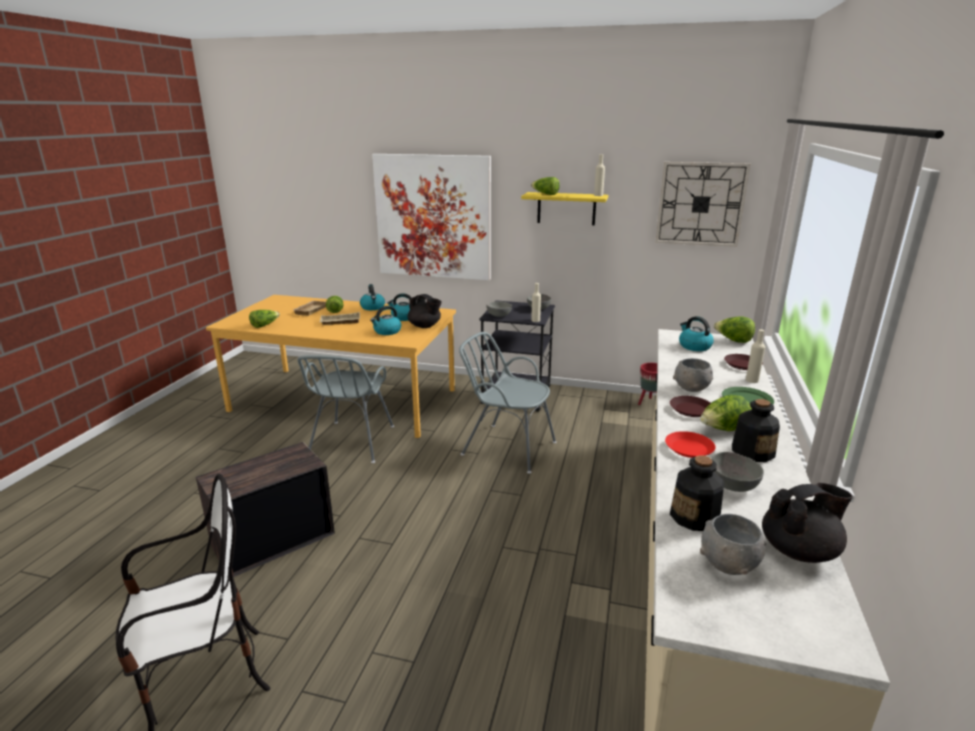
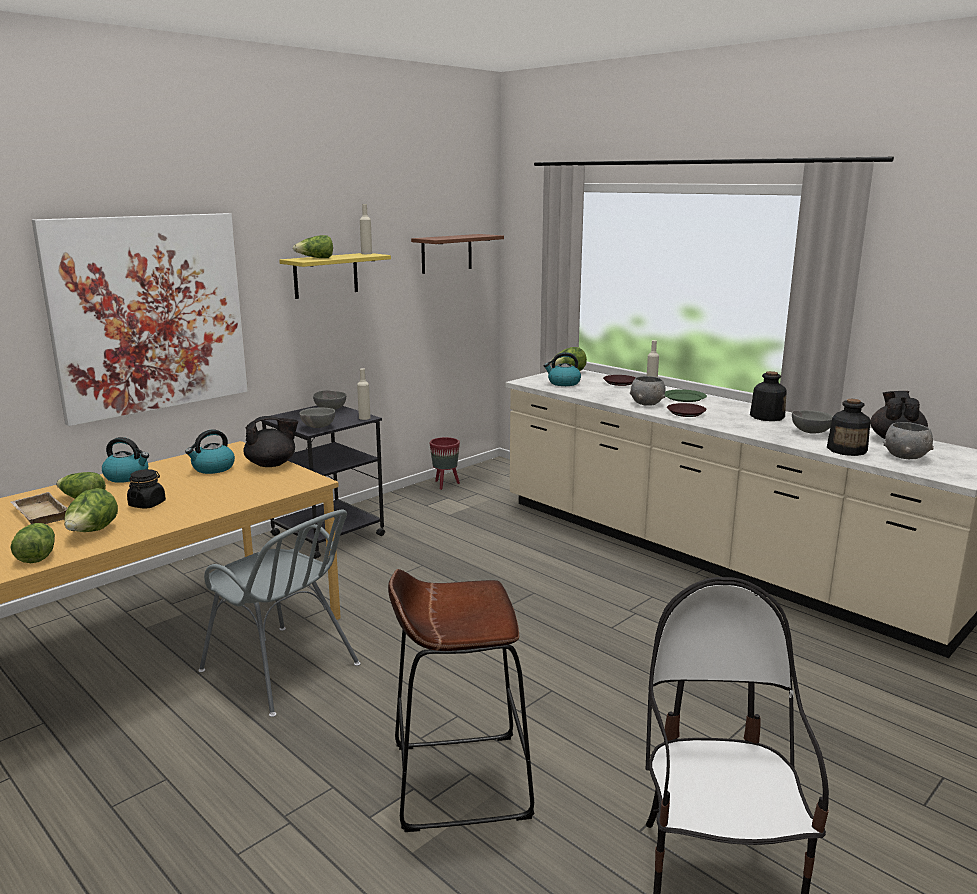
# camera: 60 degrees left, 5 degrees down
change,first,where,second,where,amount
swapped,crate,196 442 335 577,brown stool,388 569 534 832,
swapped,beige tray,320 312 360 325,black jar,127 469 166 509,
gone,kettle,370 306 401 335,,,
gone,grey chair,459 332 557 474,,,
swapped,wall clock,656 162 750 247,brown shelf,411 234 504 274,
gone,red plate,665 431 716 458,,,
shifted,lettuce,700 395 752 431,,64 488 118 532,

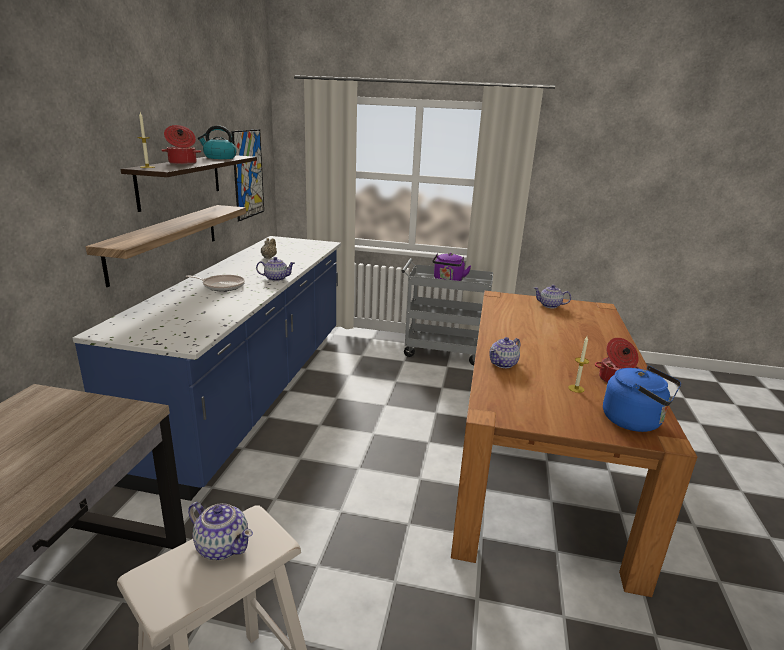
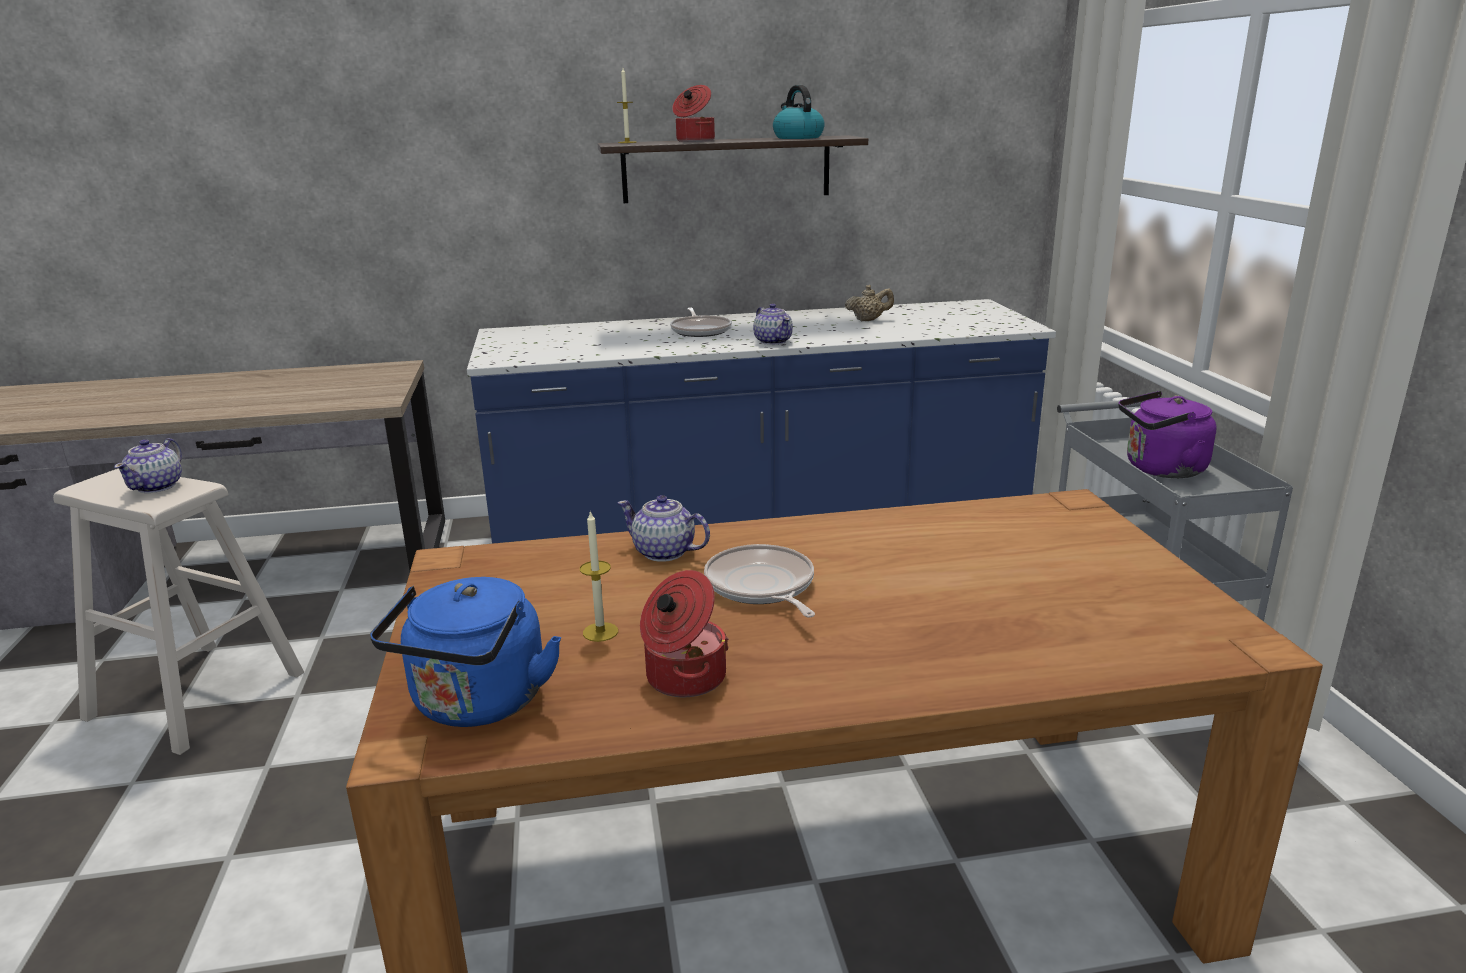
# camera: 70 degrees right, 0 degrees up
change,first,where,second,where,amount
gone,shelf,86 205 246 287,,,
gone,picture,231 129 264 221,,,
gone,teapot,534 285 571 308,,,
new,,,frying pan,704 544 815 618,

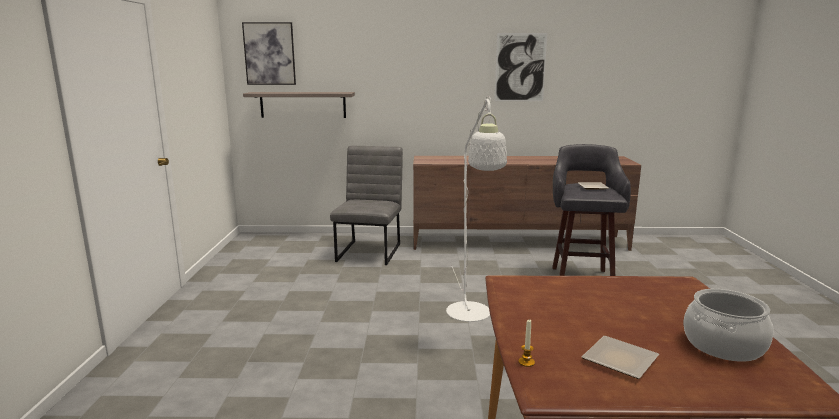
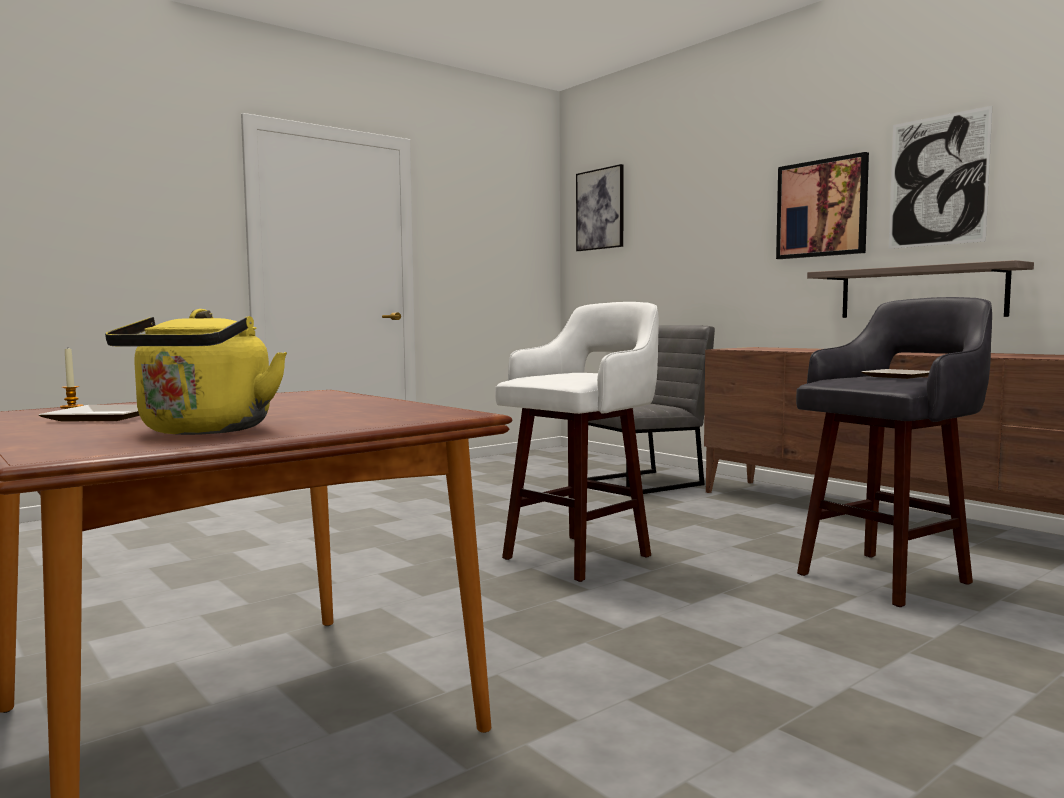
# camera: 50 degrees right, 10 degrees down
change,first,where,second,where,amount
shifted,shelf,243 92 355 118,,807 260 1034 318,
swapped,white floor lamp,446 96 507 322,white stool,495 302 659 582,
swapped,cooking pot,683 289 773 362,yellow kettle,105 309 287 435,
new,,,picture,776 152 869 259,

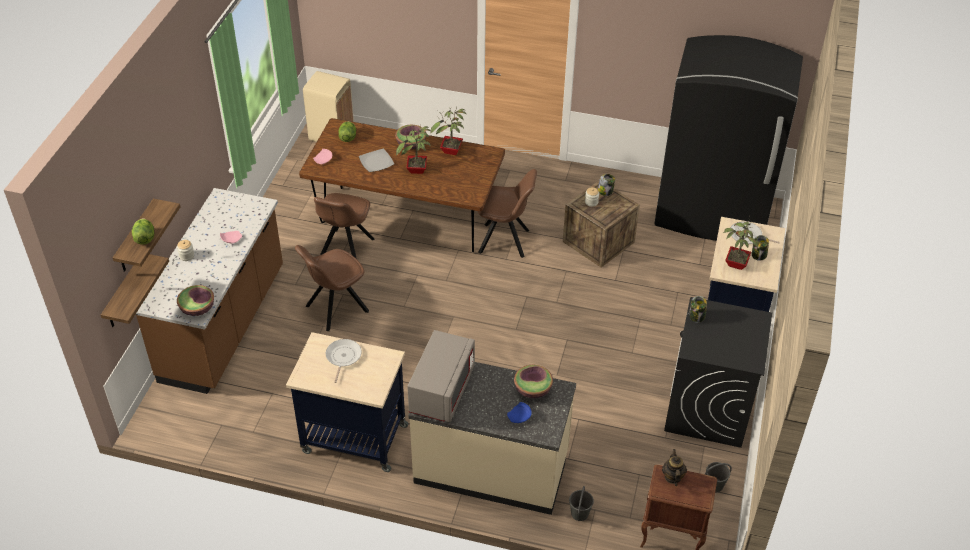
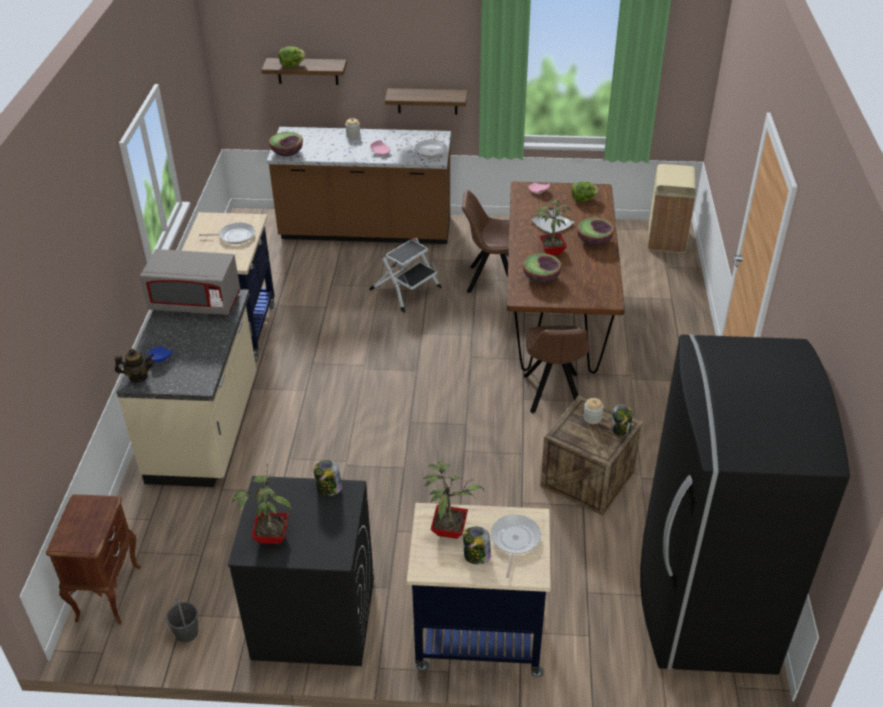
# camera: 80 degrees right, 5 degrees down
change,first,where,second,where,amount
shifted,shelf,101 254 169 327,,385 88 467 115,
swapped,brown chair,295 245 369 331,step ladder,369 237 442 313,
shifted,potted plant,430 107 467 155,,232 463 292 544,
shifted,bowl,514 365 553 398,,523 253 562 283,
gone,grey bucket,569 486 594 521,,,
shifted,teapot,662 449 687 486,,115 349 154 383,
new,,,frying pan,415 132 447 157,

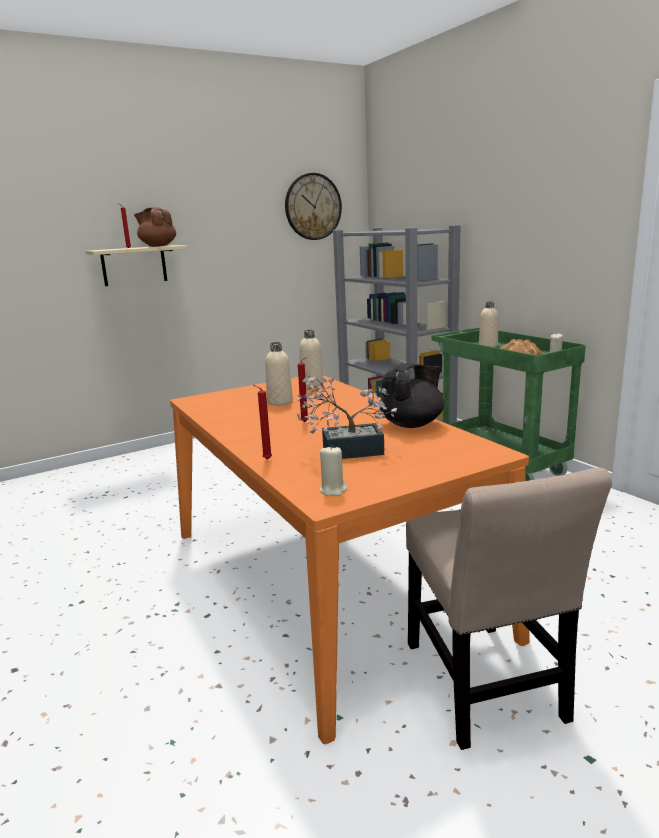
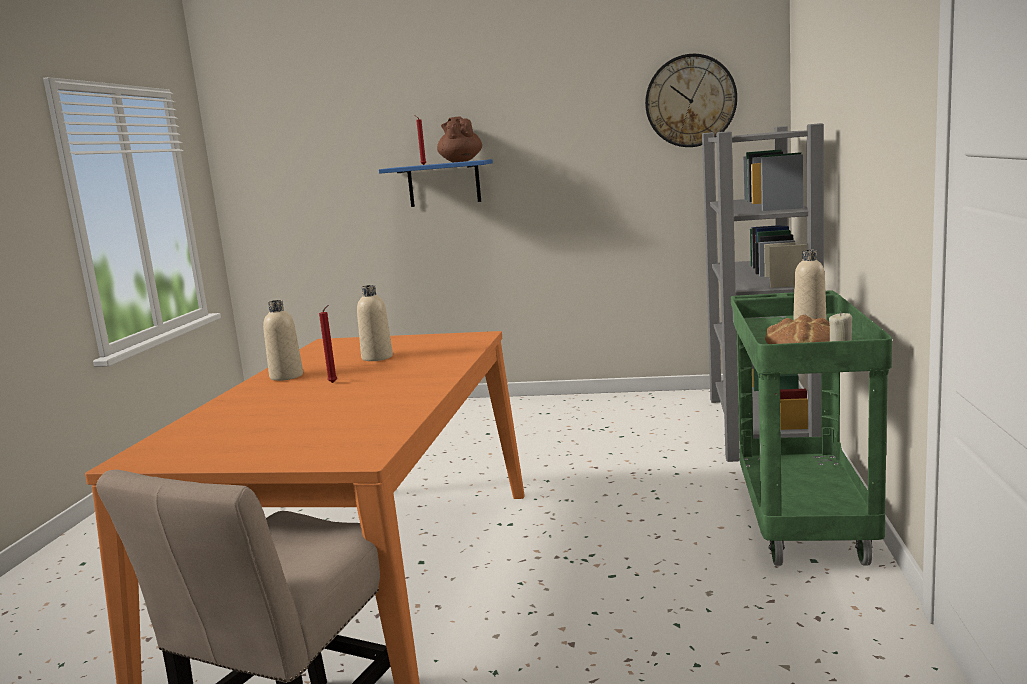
# camera: 40 degrees right, 5 degrees down
change,first,where,second,where,amount
repainted,beige shelf,85 245 188 286,blue shelf,379 159 493 207,
gone,red candle,253 385 272 460,,,
gone,potted plant,296 374 397 459,,,
shifted,beige bottle,299 330 324 387,,263 300 303 381,
gone,beige candle,319 445 347 496,,,
gone,black teapot,379 363 444 428,,,

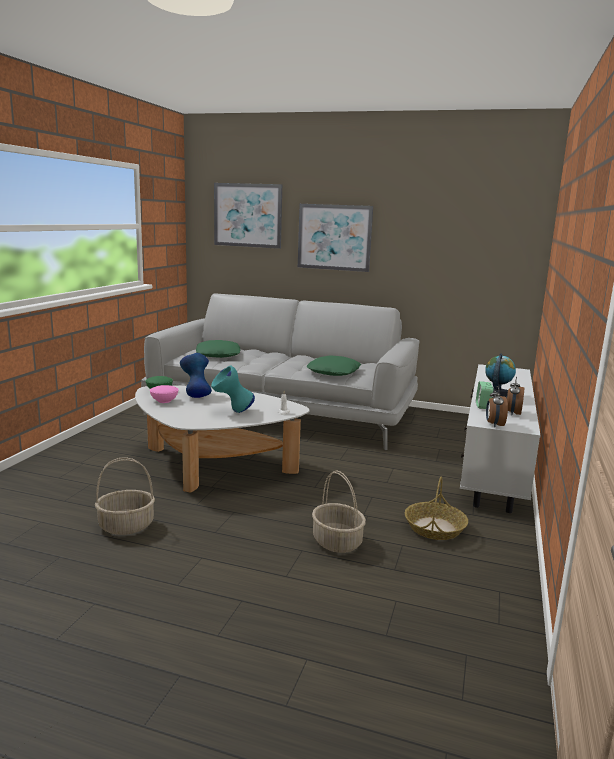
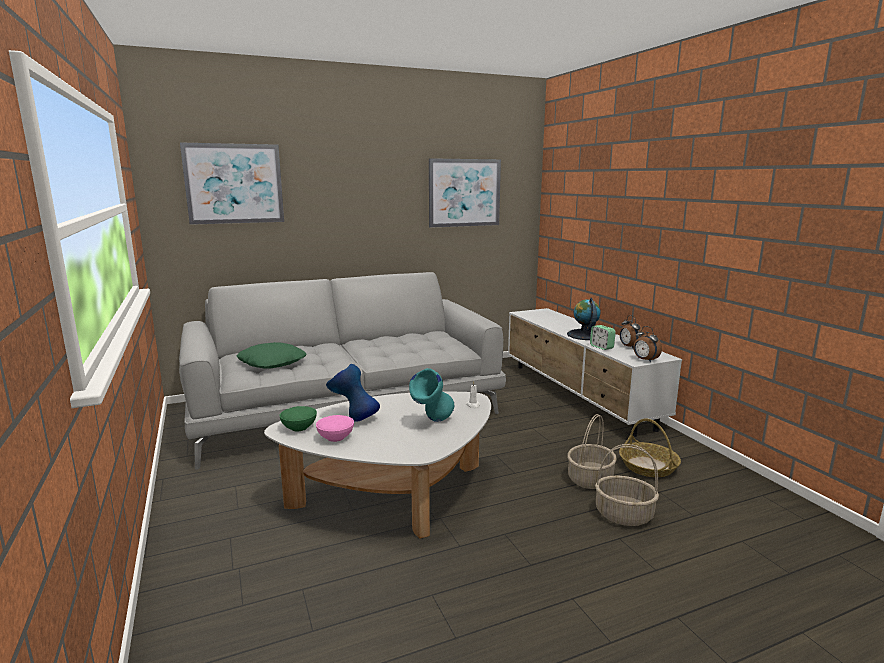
# camera: 40 degrees left, 0 degrees up
change,first,where,second,where,amount
shifted,basket,95 457 155 535,,567 414 617 489,
shifted,picture,298 204 373 272,,429 158 501 228,
gone,green pillow,307 356 361 376,,,

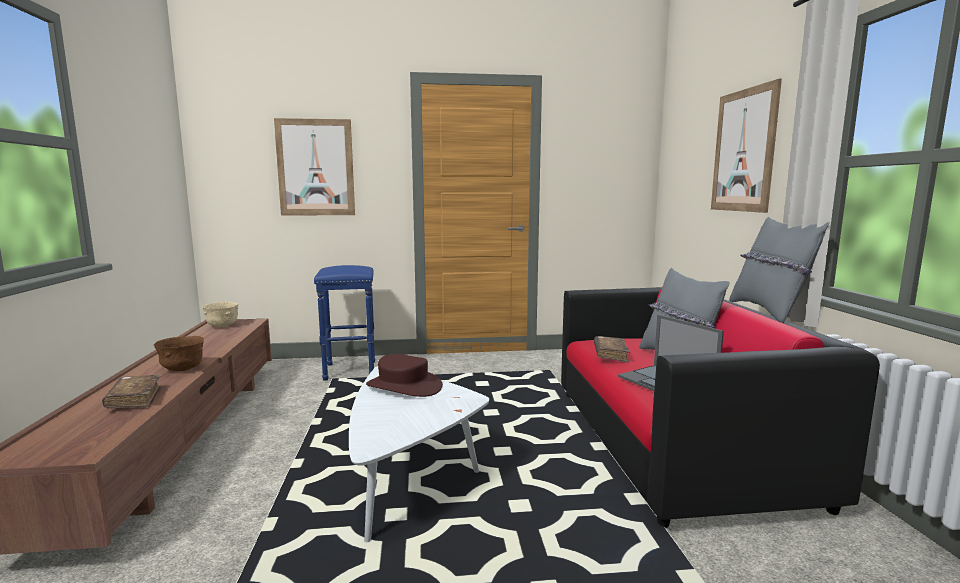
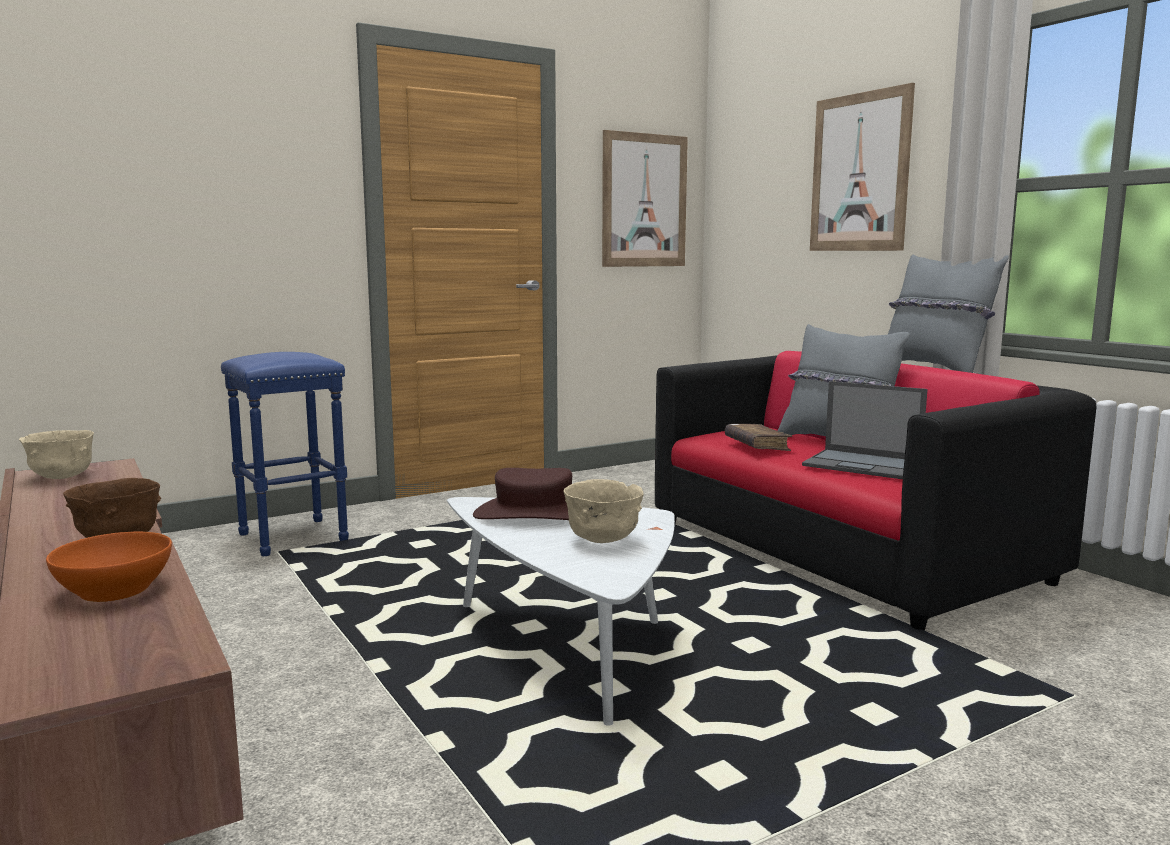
# camera: 25 degrees left, 0 degrees up
change,first,where,second,where,amount
swapped,brown book,102 375 161 408,orange bowl,46 532 172 602,
shifted,picture,274 118 355 216,,602 130 688 267,
new,,,beige bowl,564 479 644 543,

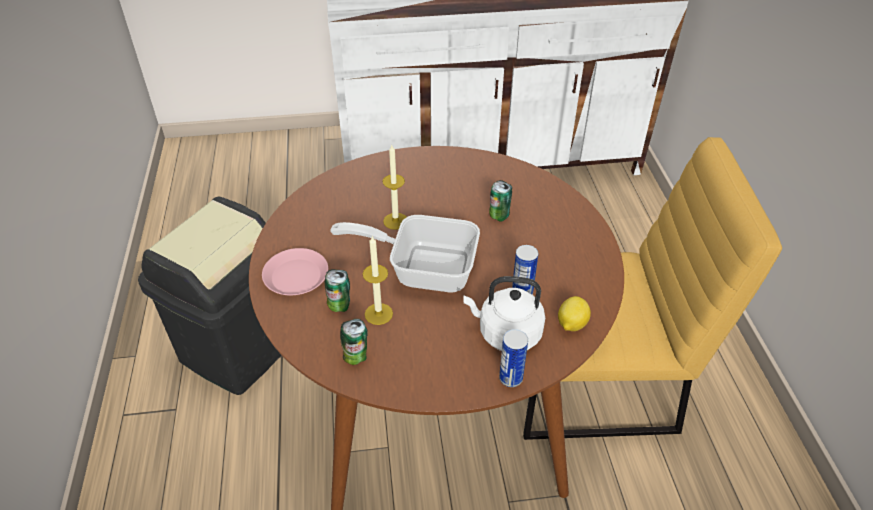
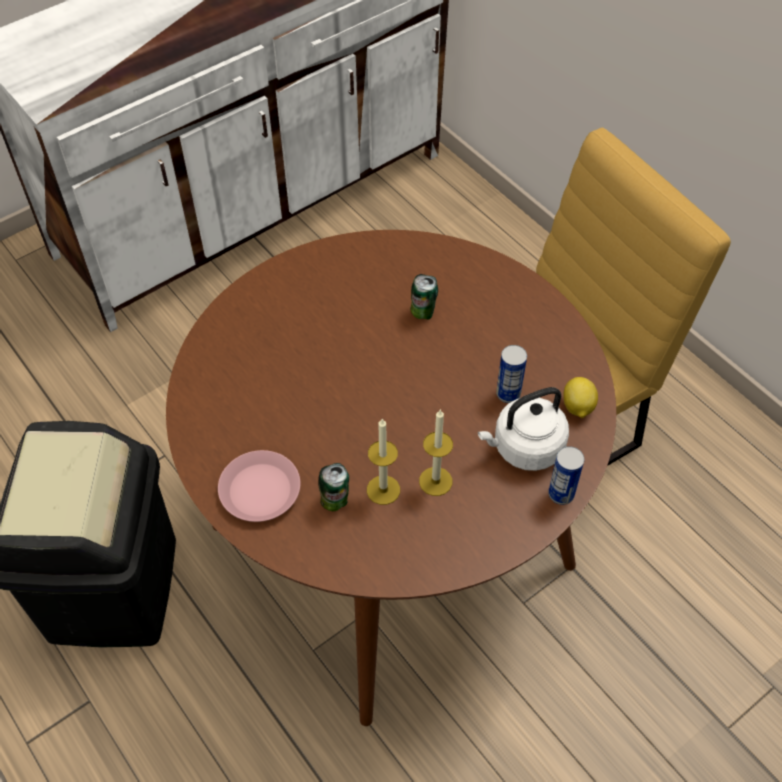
# camera: 30 degrees left, 10 degrees up
change,first,where,second,where,amount
gone,frying pan,330 215 480 292,,,
gone,can,340 319 368 365,,,
shifted,candle,382 145 406 230,,419 409 453 496,

